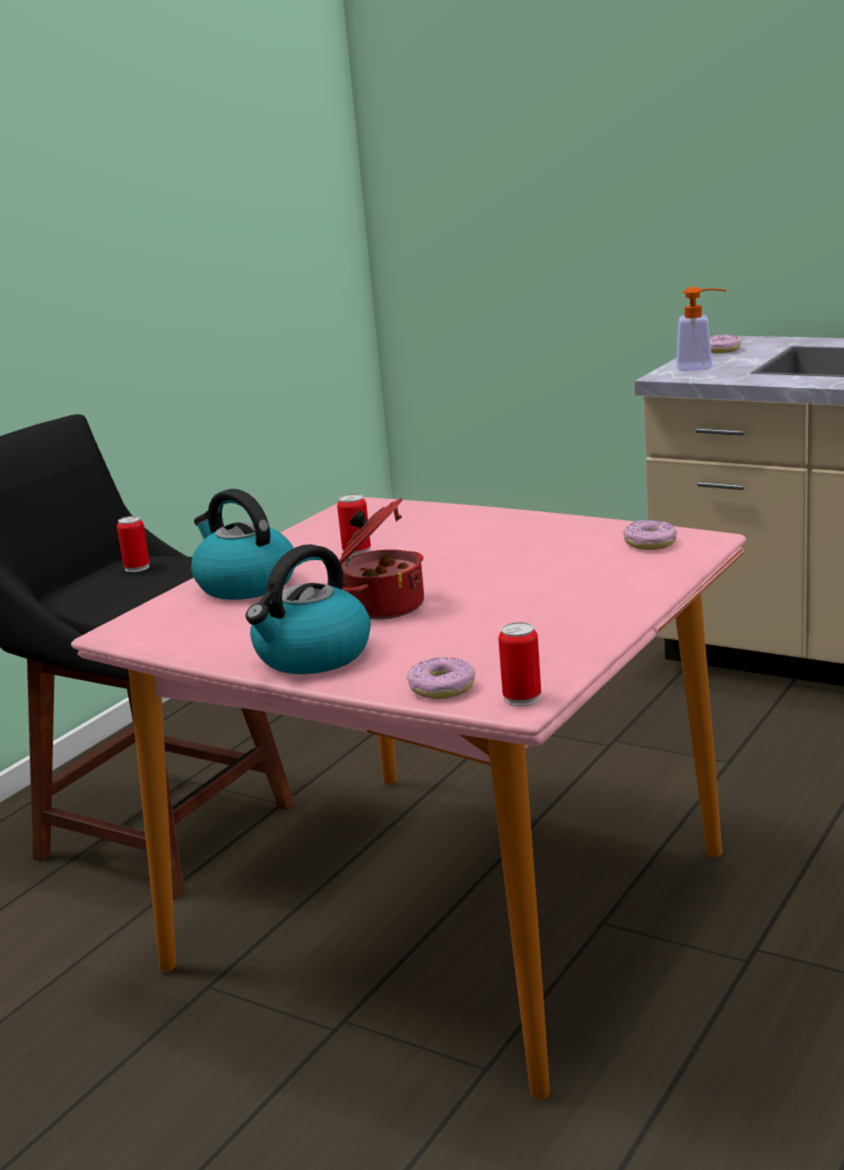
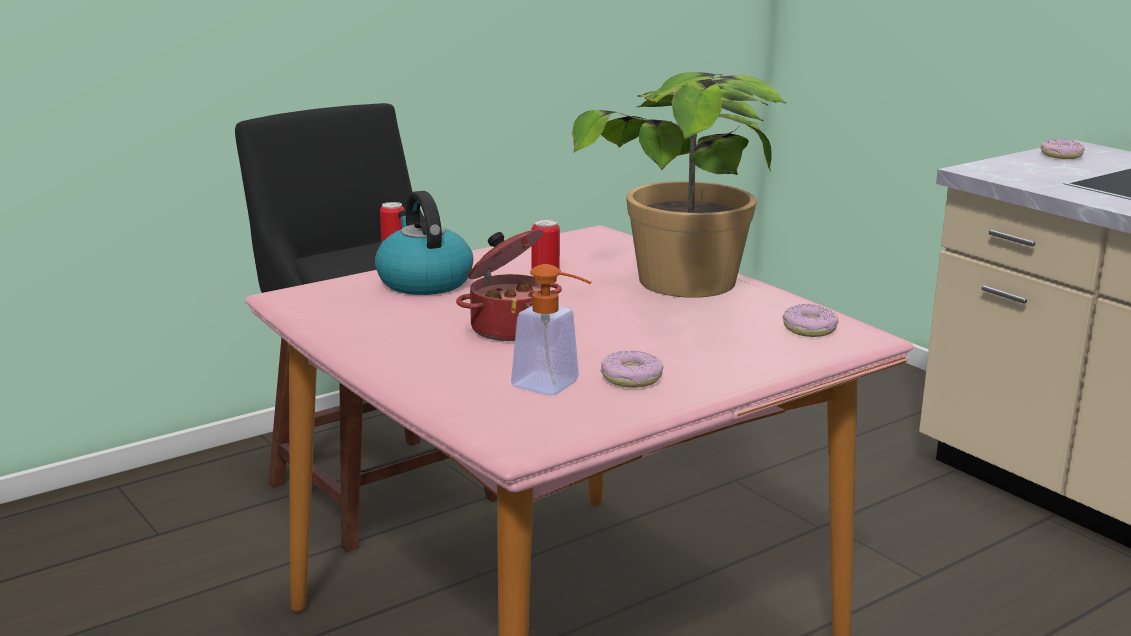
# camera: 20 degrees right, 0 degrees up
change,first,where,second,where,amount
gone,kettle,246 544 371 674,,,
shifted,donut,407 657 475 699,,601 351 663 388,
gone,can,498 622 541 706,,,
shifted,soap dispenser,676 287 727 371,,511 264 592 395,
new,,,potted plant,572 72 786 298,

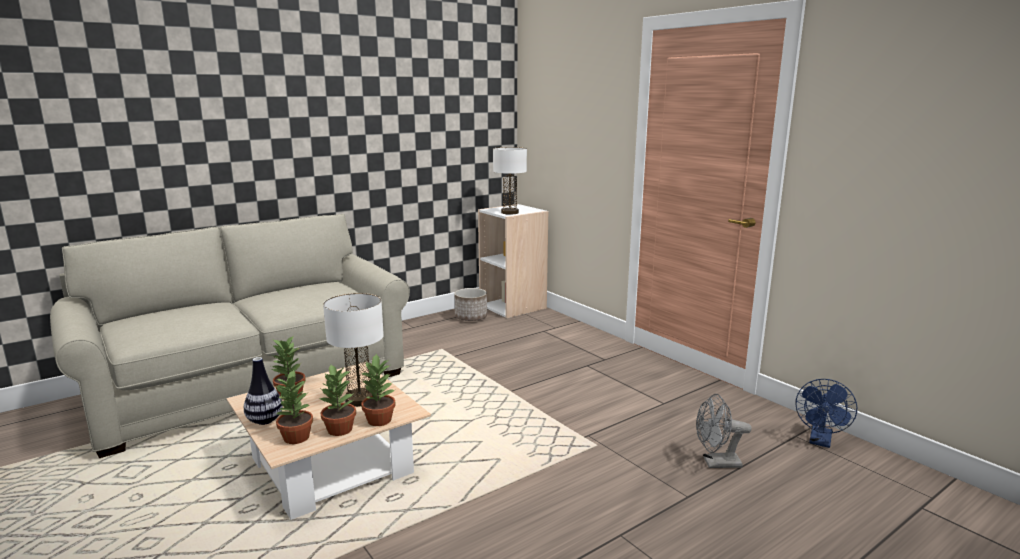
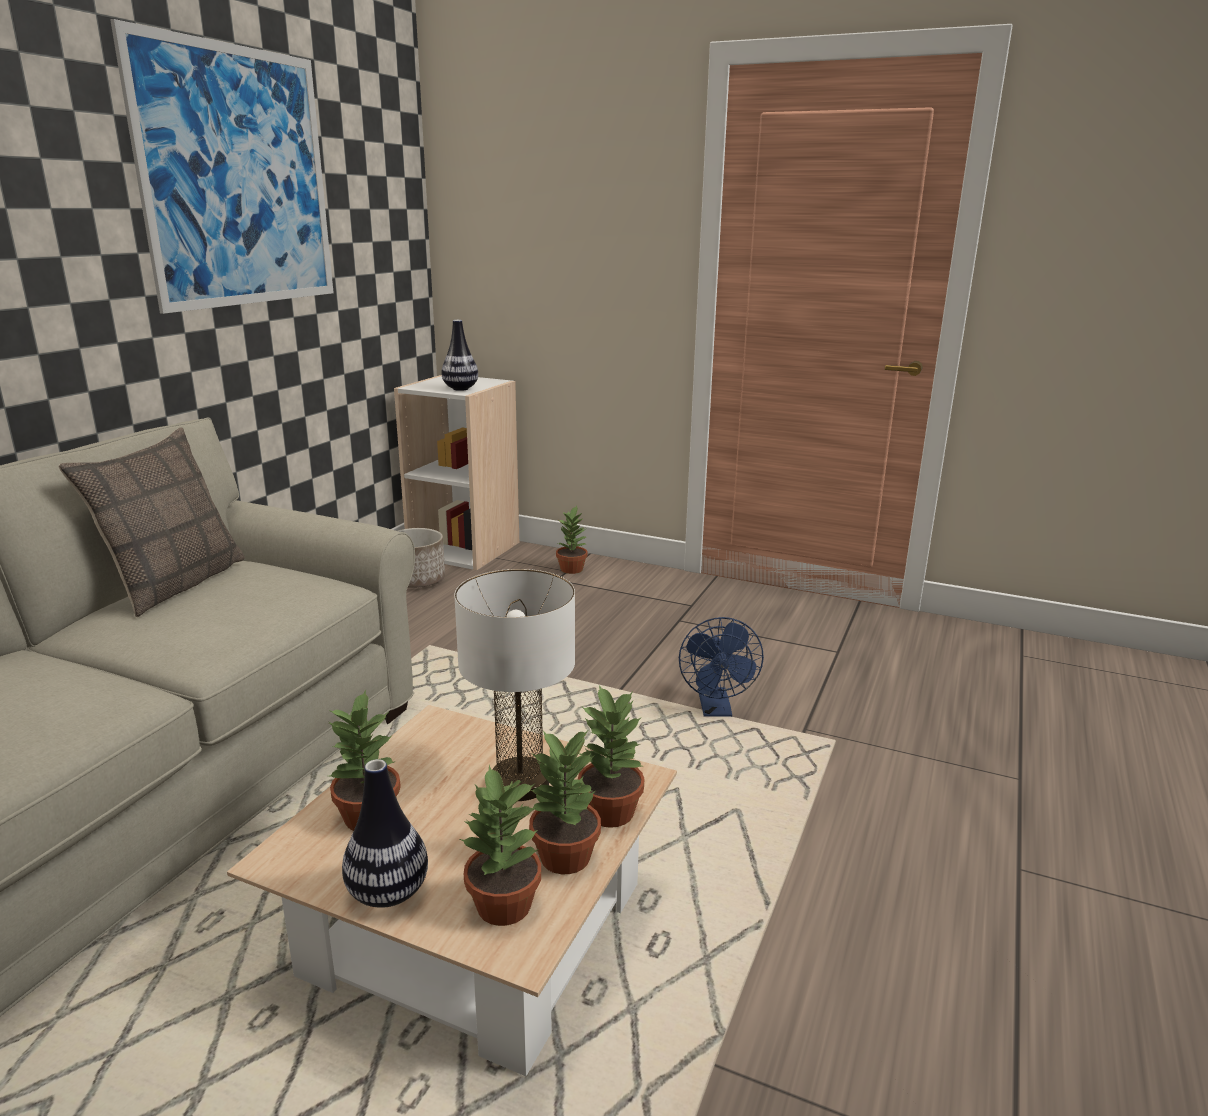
# camera: 30 degrees left, 5 degrees up
change,first,where,second,where,amount
swapped,table lamp,493 147 527 214,vase,442 320 478 391,
gone,grey fan,696 394 752 468,,,
shifted,blue fan,796 379 857 448,,679 617 764 717,
new,,,pillow,59 427 245 617,
new,,,picture,110 19 334 314,
new,,,potted plant,556 506 587 574,

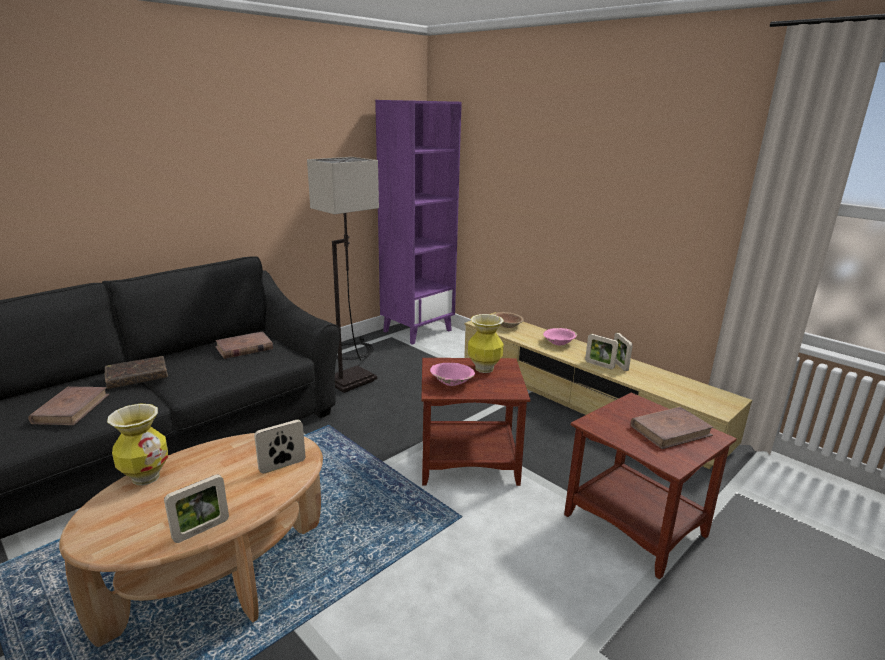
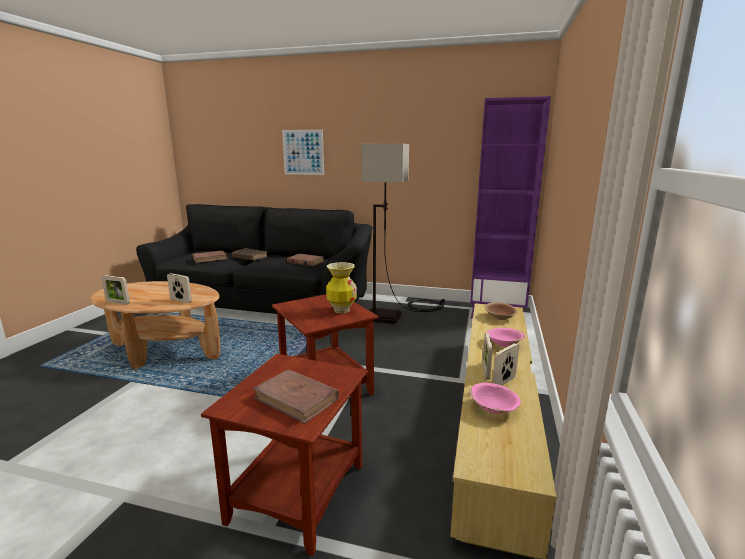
# camera: 60 degrees right, 5 degrees down
change,first,where,second,where,amount
gone,vase,107 403 168 486,,,
shifted,pink bowl,430 363 475 386,,470 382 521 414,
new,,,picture,282 130 324 175,

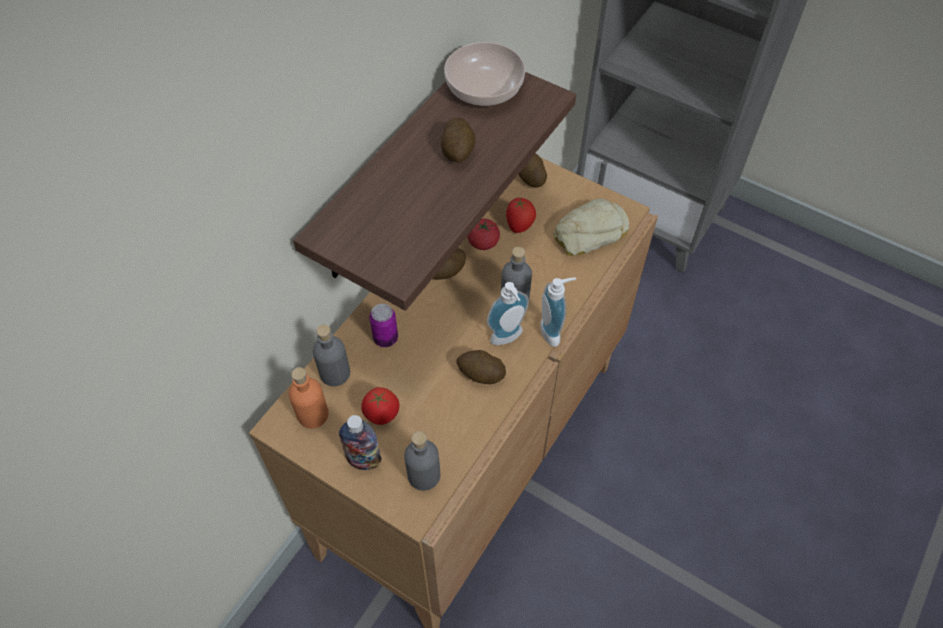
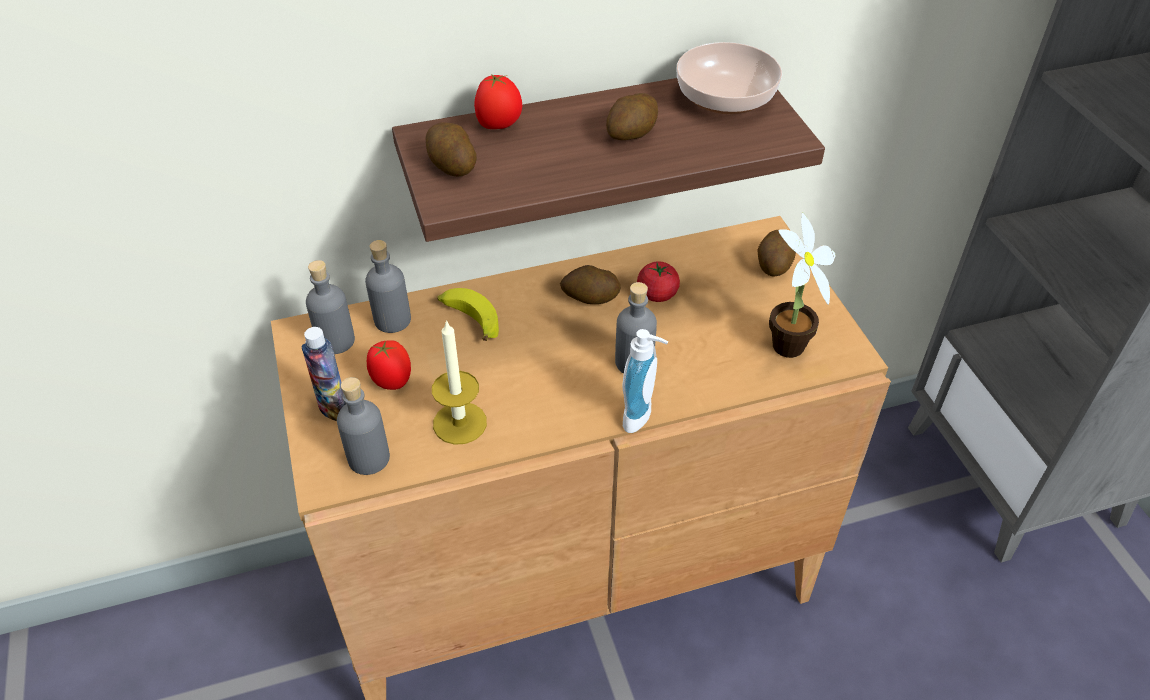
# camera: 40 degrees right, 10 degrees down
change,first,where,second,where,amount
repainted,orange bottle,289 367 329 429,grey bottle,306 260 355 354,
swapped,can,369 304 398 347,banana,437 288 499 341,
shifted,potato,456 350 506 384,,425 122 477 177,
gone,soap dispenser,487 282 529 345,,,
shifted,tomato,506 198 536 233,,474 74 522 129,
swapped,bread,553 198 629 256,potted plant,769 212 835 358,
new,,,candle,432 320 487 445,

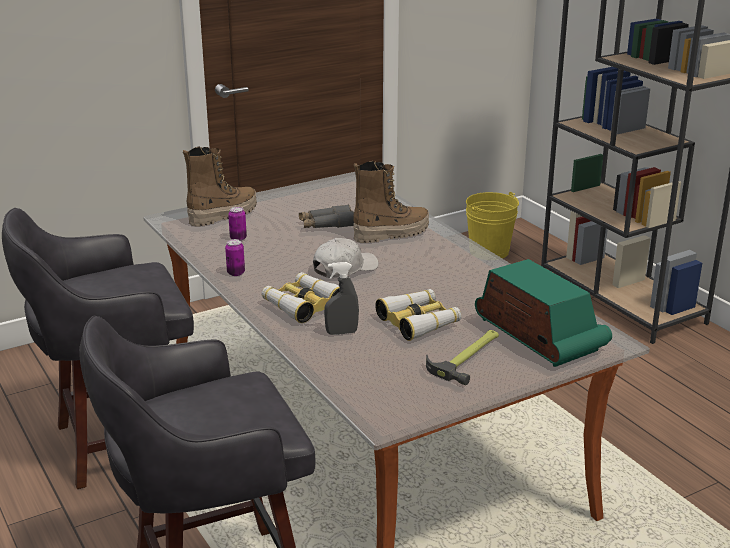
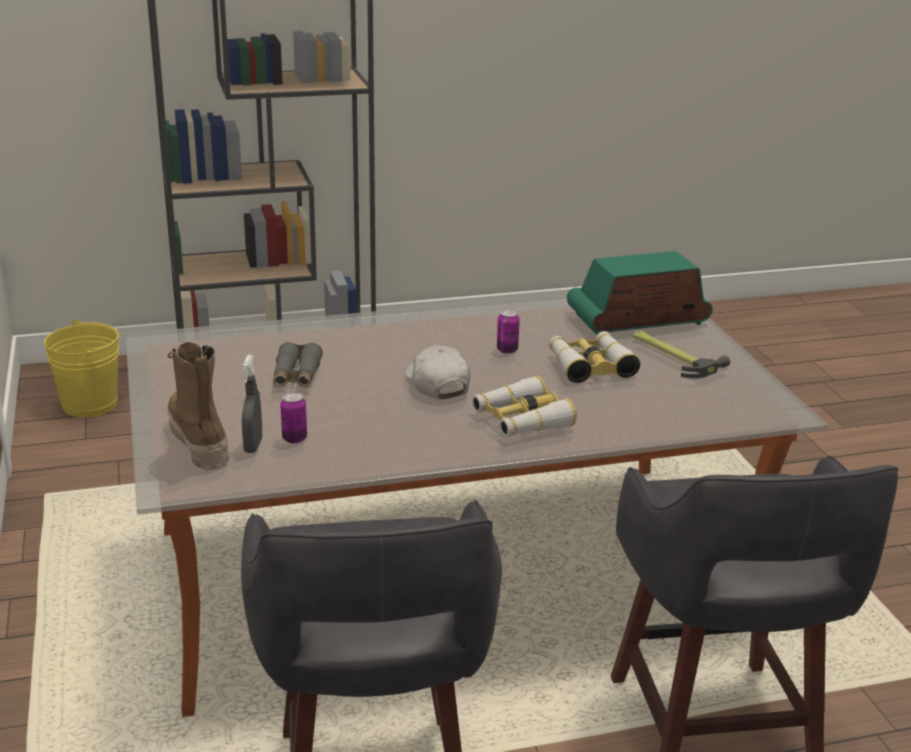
# camera: 75 degrees left, 0 degrees up
change,first,where,second,where,amount
shifted,can,225 239 245 276,,497 309 520 354,
shifted,grey spray bottle,324 262 359 335,,242 355 262 453,
gone,boot,353 161 429 243,,,

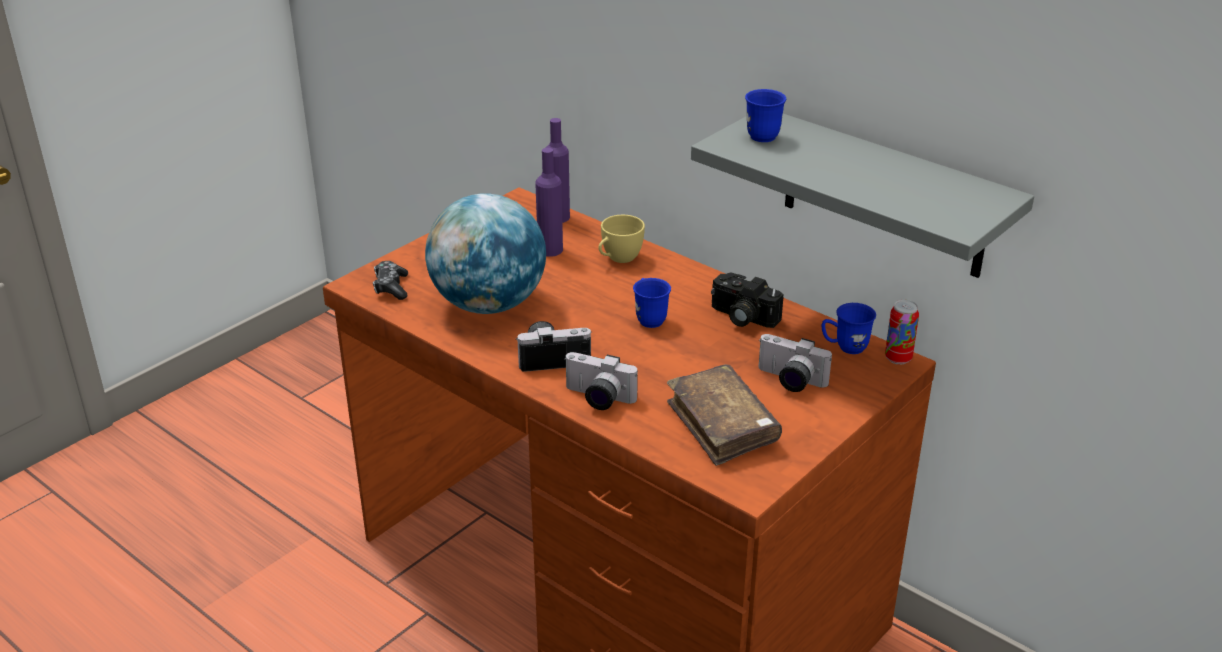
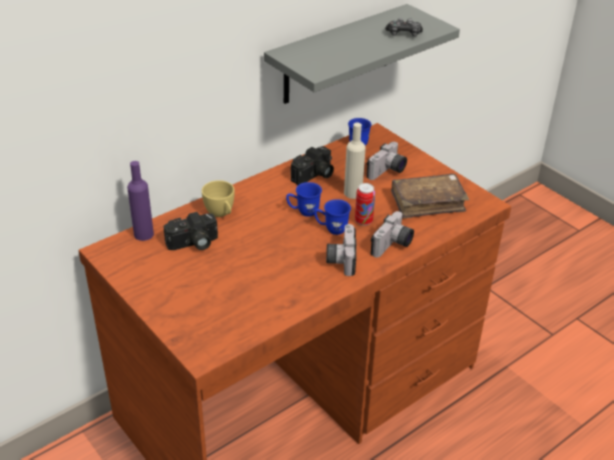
# camera: 80 degrees left, 5 degrees up
change,first,where,second,where,amount
shifted,game controller,373 261 408 300,,385 18 423 37,
gone,globe,425 193 546 314,,,
swapped,purple bottle,535 148 563 257,photo camera,164 212 218 250,
shifted,blue mug,745 89 786 142,,314 199 351 235,
shifted,can,885 300 919 365,,355 183 375 226,
new,,,beige bottle,344 122 366 199,

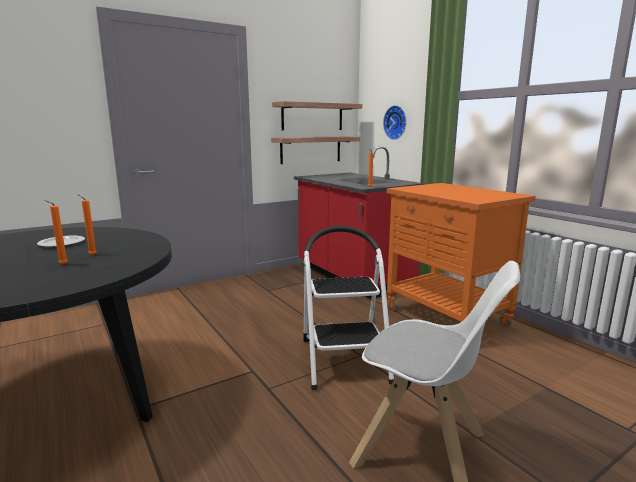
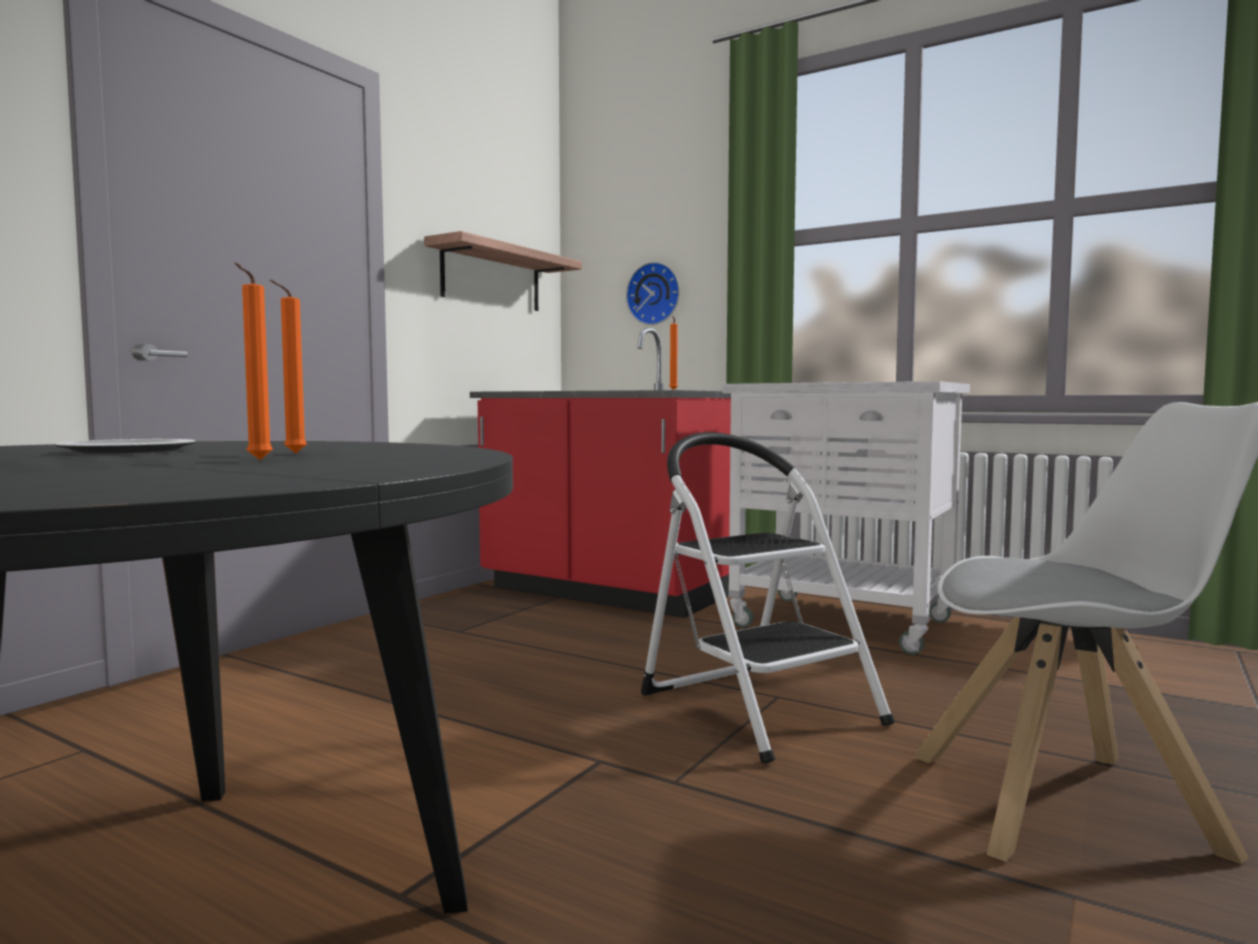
# camera: 25 degrees left, 10 degrees down
change,first,where,second,where,amount
gone,shelf,271 137 360 164,,,
repainted,orange cart,387 183 536 327,white cart,722 381 970 655,

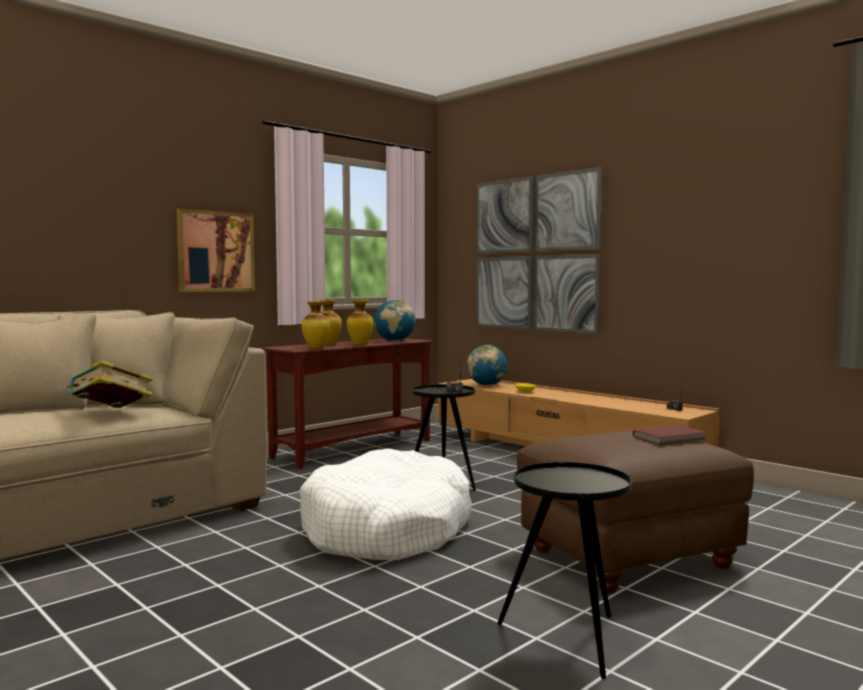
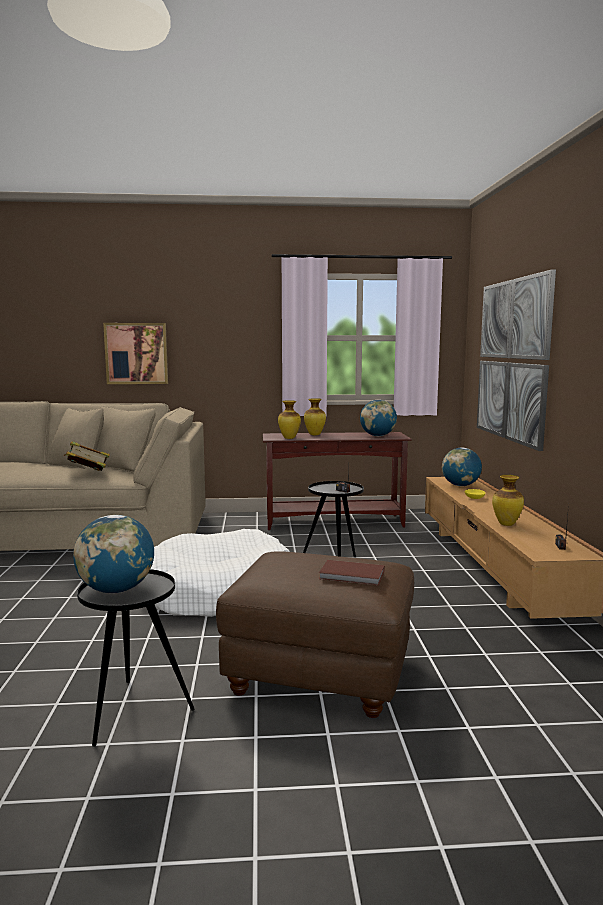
# camera: 40 degrees right, 5 degrees up
change,first,where,second,where,amount
shifted,picture,177 209 255 292,,103 323 168 384,
shifted,vase,347 300 374 345,,492 475 524 526,
new,,,globe,73 515 154 593,

